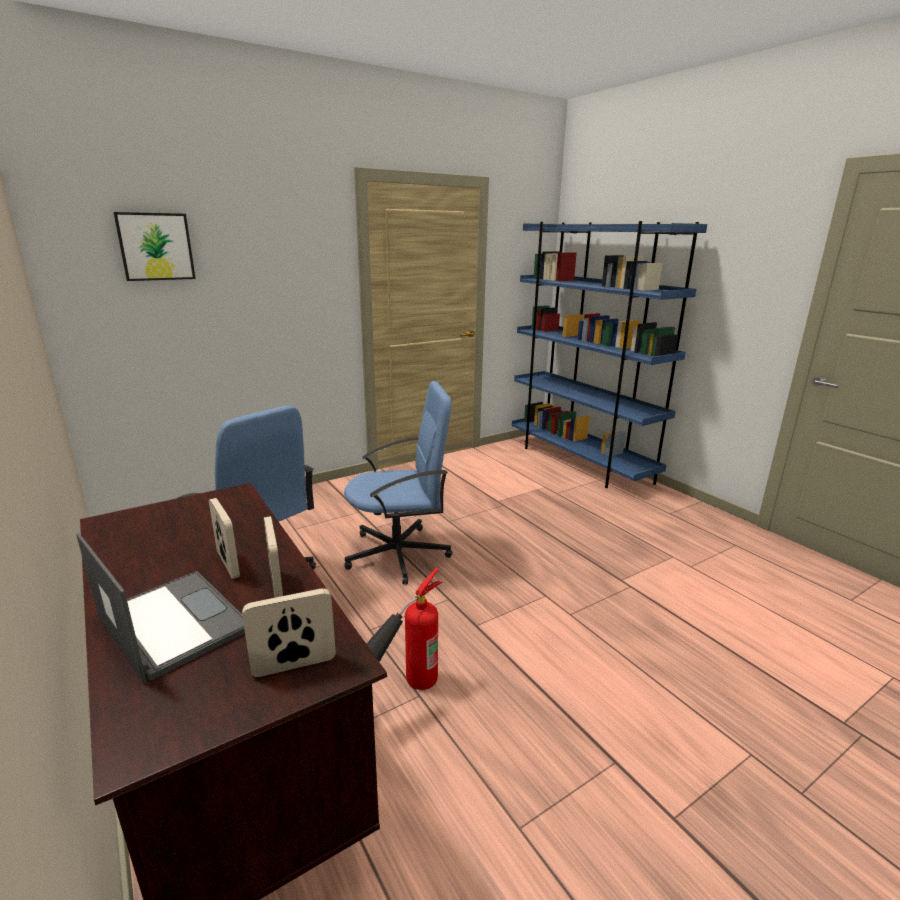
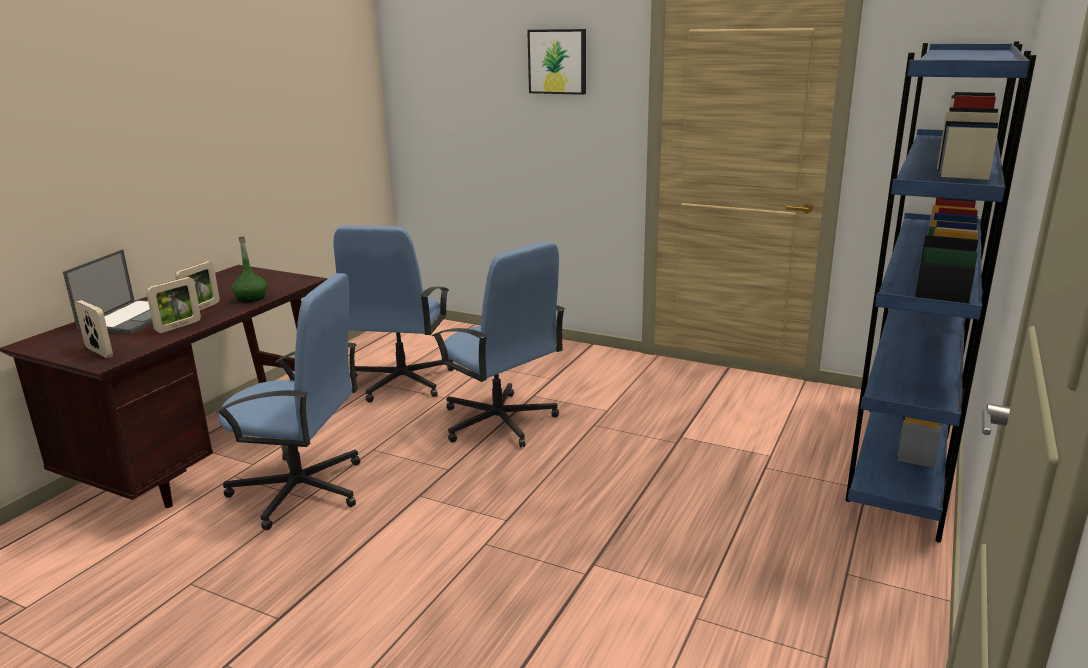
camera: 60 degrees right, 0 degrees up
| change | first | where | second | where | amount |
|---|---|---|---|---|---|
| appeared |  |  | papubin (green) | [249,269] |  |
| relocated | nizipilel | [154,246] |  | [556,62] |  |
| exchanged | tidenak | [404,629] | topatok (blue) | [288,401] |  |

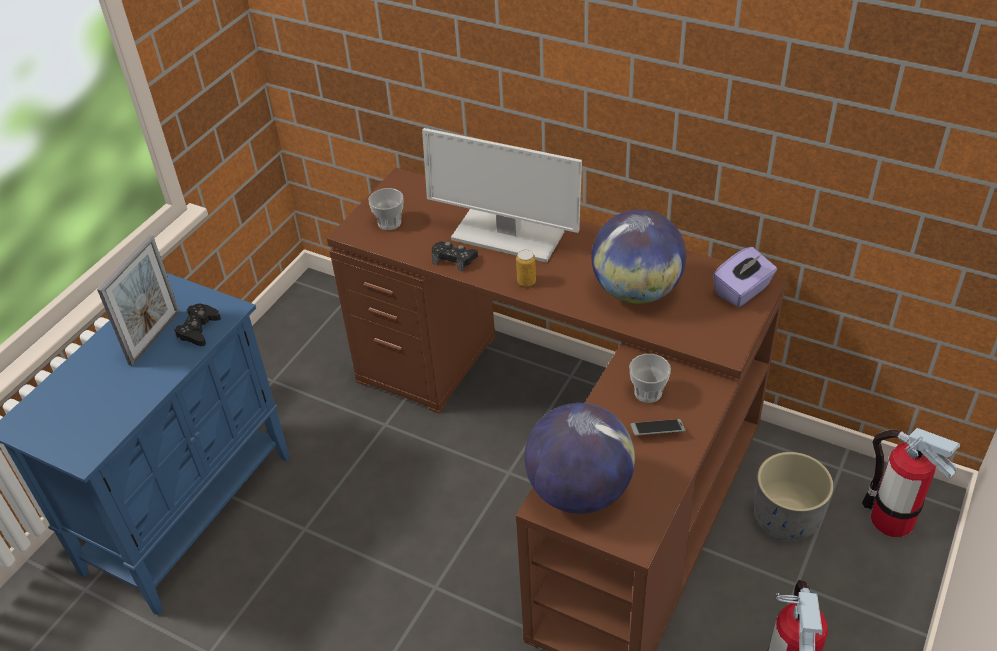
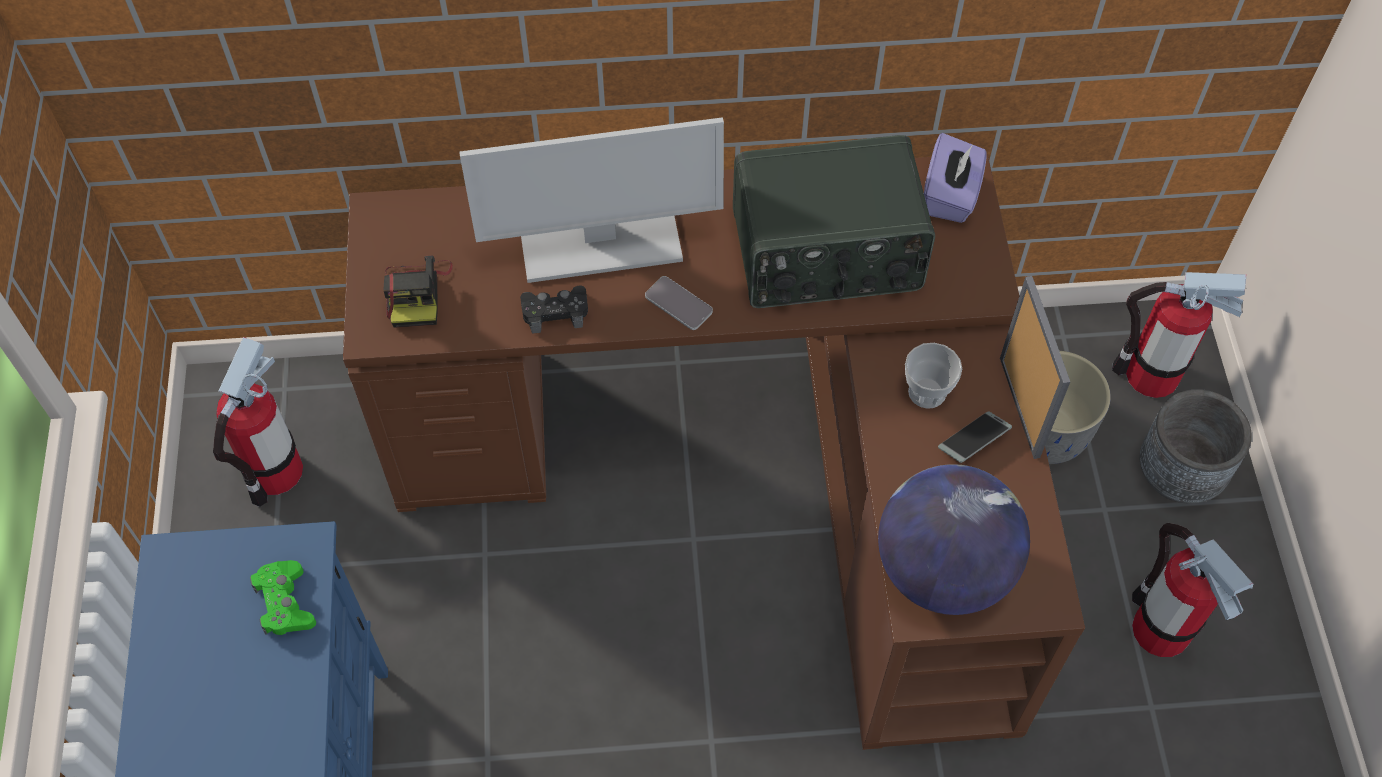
camera: 35 degrees left, 15 degrees up
| change | first | where | second | where | amount |
|---|---|---|---|---|---|
| appeared |  |  | tidenak | [258,422] |  |
| appeared |  |  | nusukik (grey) | [1196,446] |  |
| relocated | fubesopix | [138,300] |  | [1035,367] |  |
| exchanged | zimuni | [386,209] | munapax | [418,292] |  |
| exchanged | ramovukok | [526,268] | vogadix | [679,303] |  |
| exchanged | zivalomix | [638,257] | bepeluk | [834,221] |  |
| colour | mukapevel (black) | [197,325] | mukapevel (green) | [283,597] |  |

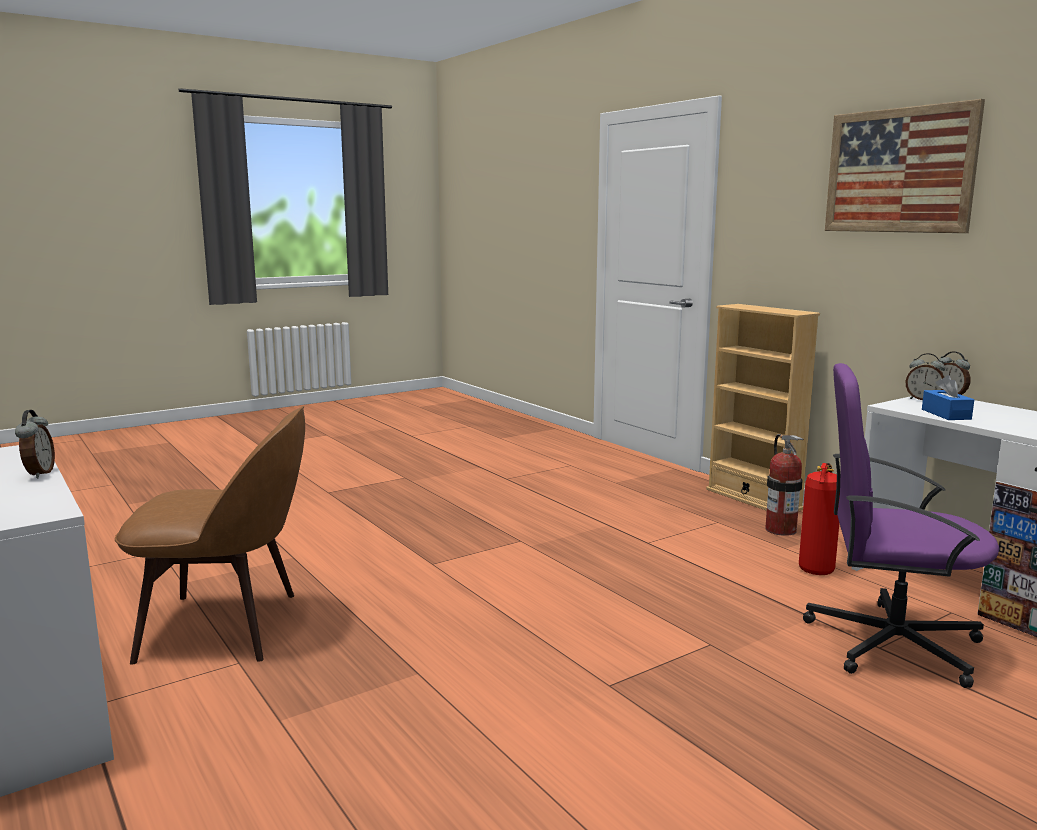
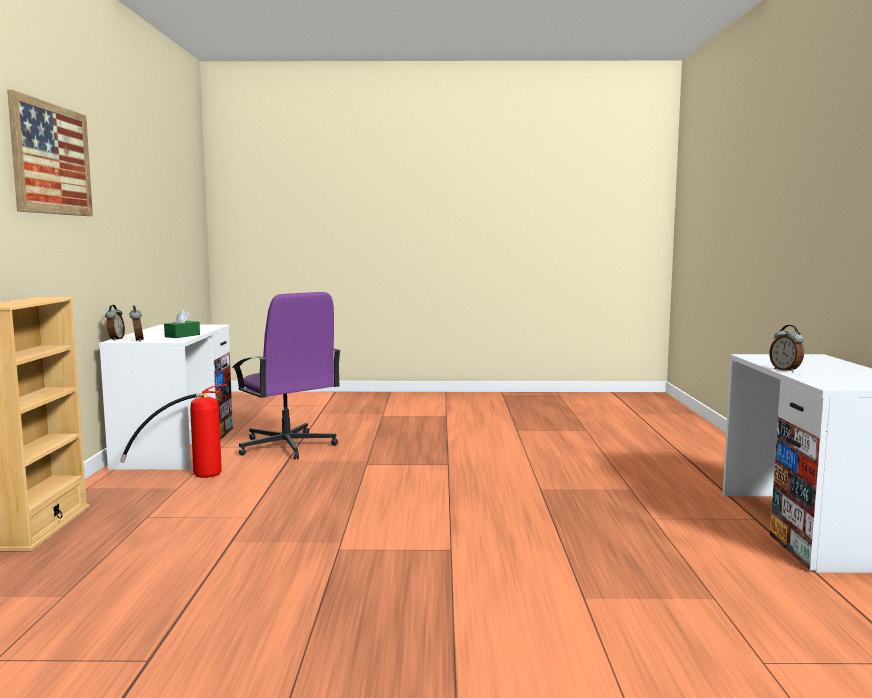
camera: 145 degrees left, 5 degrees down
| change | first | where | second | where | amount |
|---|---|---|---|---|---|
| missing | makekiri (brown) | [210,535] |  |  |  |
| missing | tidenak | [784,485] |  |  |  |
| colour | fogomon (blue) | [948,397] | fogomon (green) | [182,324] |  |
| spun | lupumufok | [35,444] |  | [786,348] | 45 degrees counterclockwise |

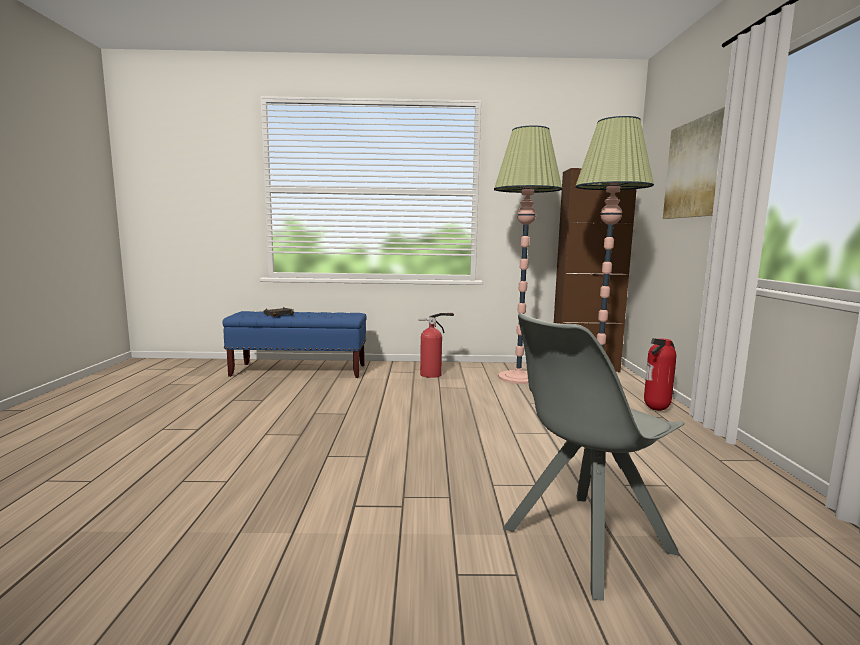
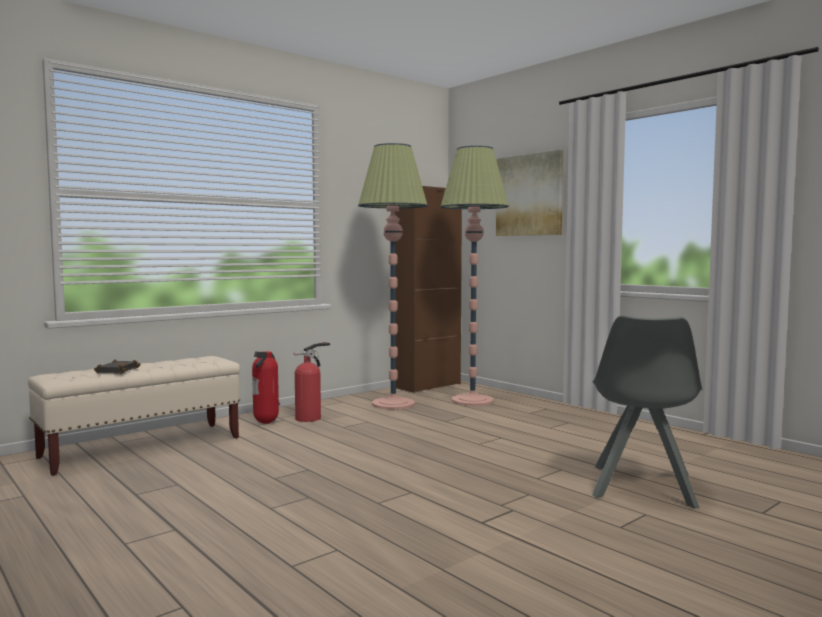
camera: 40 degrees left, 5 degrees down
| change | first | where | second | where | amount |
|---|---|---|---|---|---|
| relocated | tidenak | [660,374] |  | [266,387] |  |
| colour | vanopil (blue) | [294,344] | vanopil (beige) | [134,416] |  |

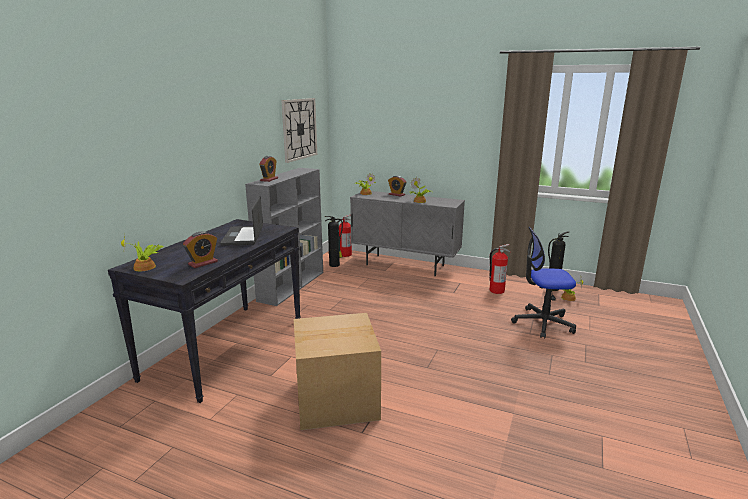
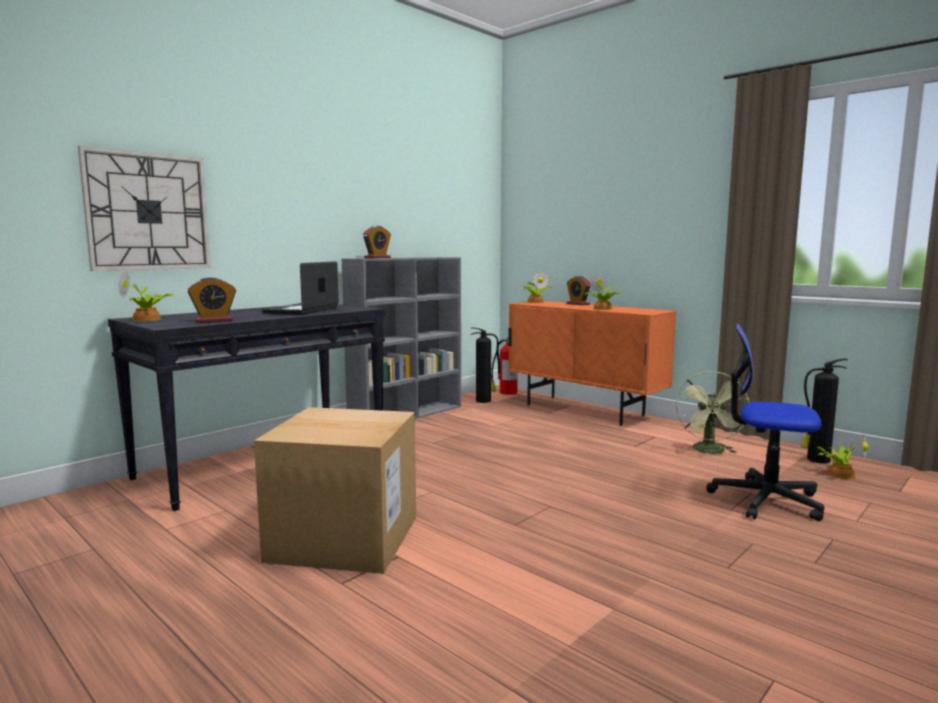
camera: 20 degrees right, 10 degrees down
| change | first | where | second | where | amount |
|---|---|---|---|---|---|
| relocated | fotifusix | [299,130] |  | [144,208] |  |
| exchanged | tidenak | [499,269] | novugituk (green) | [712,412] |  |
| colour | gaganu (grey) | [407,233] | gaganu (orange) | [592,363] |  |

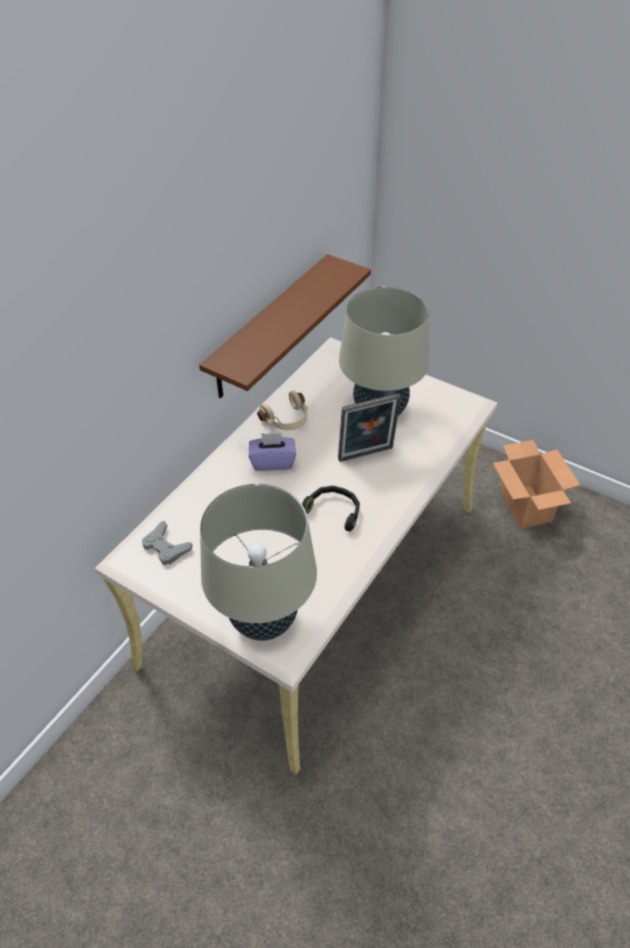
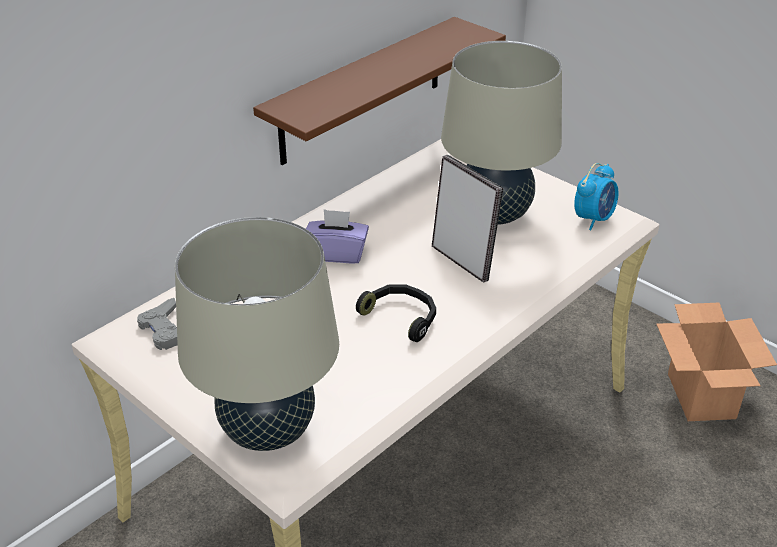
camera: 10 degrees right, 10 degrees down
| change | first | where | second | where | amount |
|---|---|---|---|---|---|
| missing | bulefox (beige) | [282,410] |  |  |  |
| appeared |  |  | lupumufok | [596,196] |  |
| spun | fubesopix | [369,427] |  | [468,219] | 120 degrees counterclockwise |

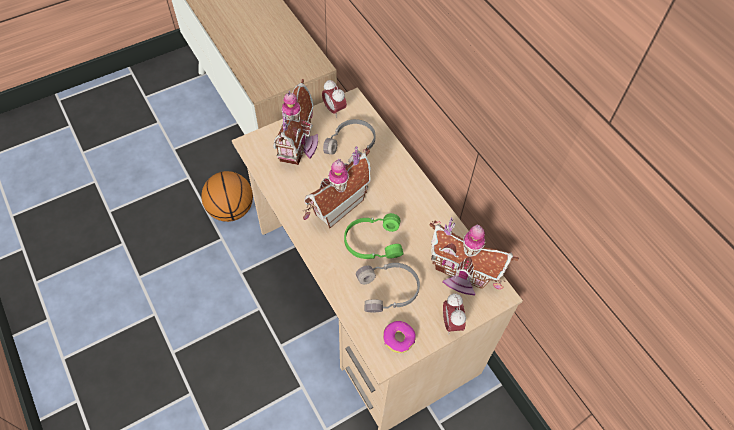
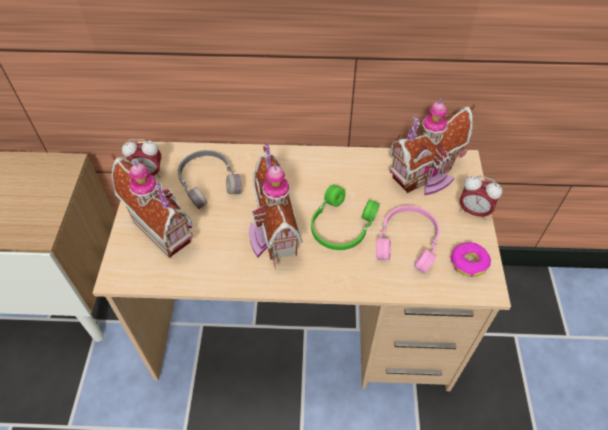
camera: 55 degrees left, 5 degrees down
| change | first | where | second | where | amount |
|---|---|---|---|---|---|
| missing | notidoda | [227,196] |  |  |  |
| colour | bulefox (grey) | [388,287] | bulefox (pink) | [408,240] |  |

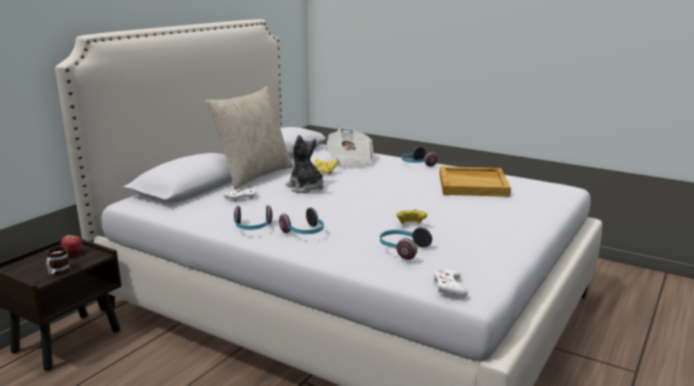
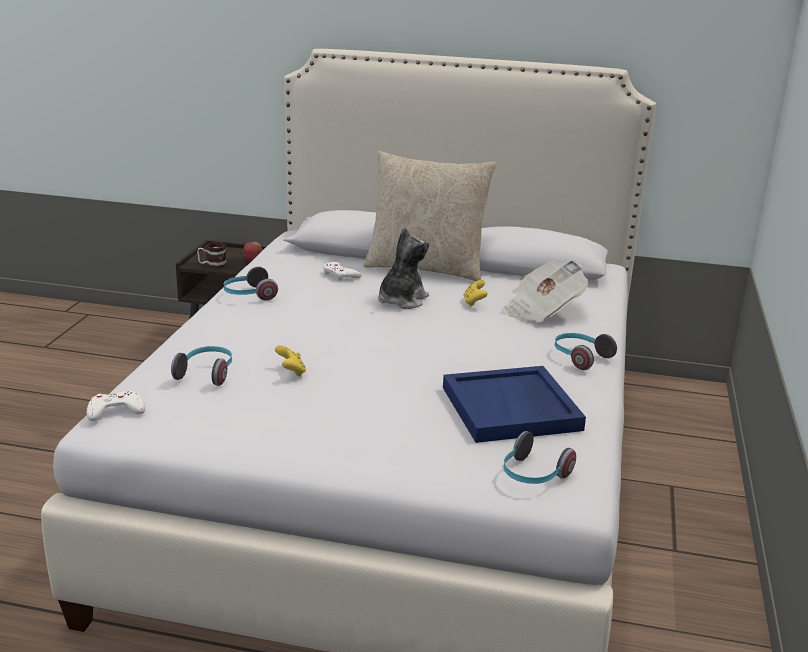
camera: 70 degrees right, 5 degrees up
| change | first | where | second | where | amount |
|---|---|---|---|---|---|
| relocated | bulefox | [301,221] |  | [539,457] |  |
| colour | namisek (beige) | [475,182] | namisek (blue) | [514,404] |  |

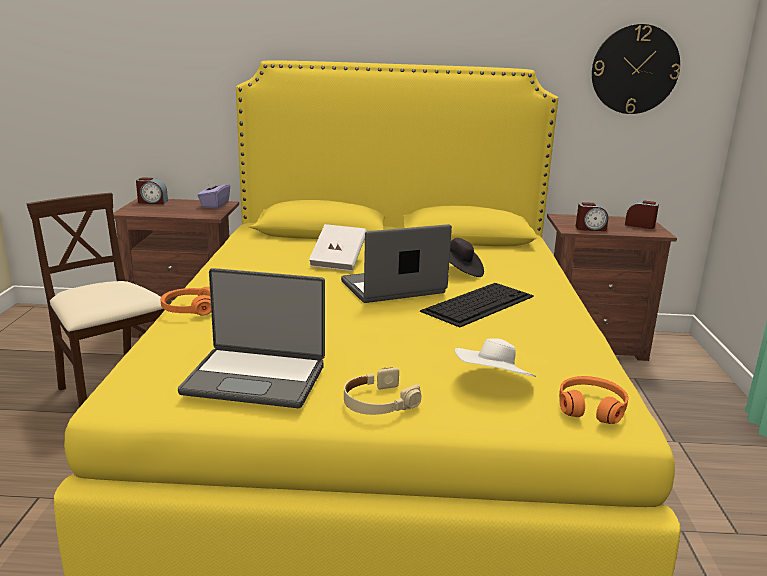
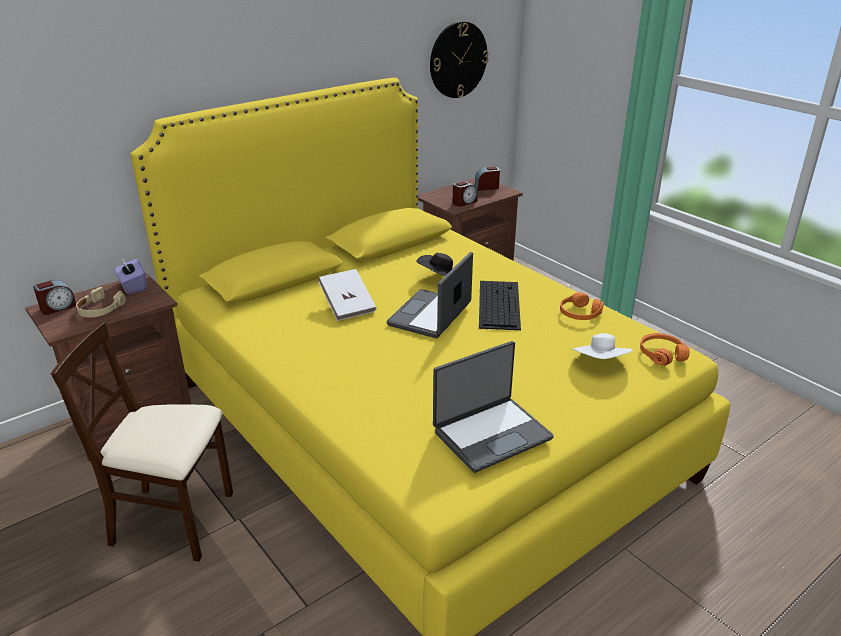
camera: 40 degrees left, 10 degrees up
| change | first | where | second | where | amount |
|---|---|---|---|---|---|
| relocated | bulefox (orange) | [185,300] |  | [582,306] |  |
| relocated | bulefox (beige) | [382,391] |  | [101,302] |  |

